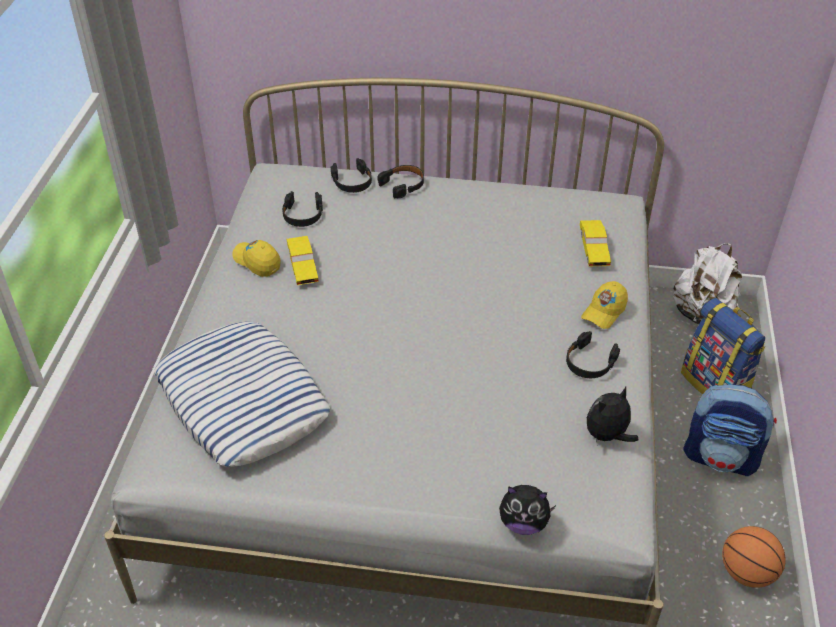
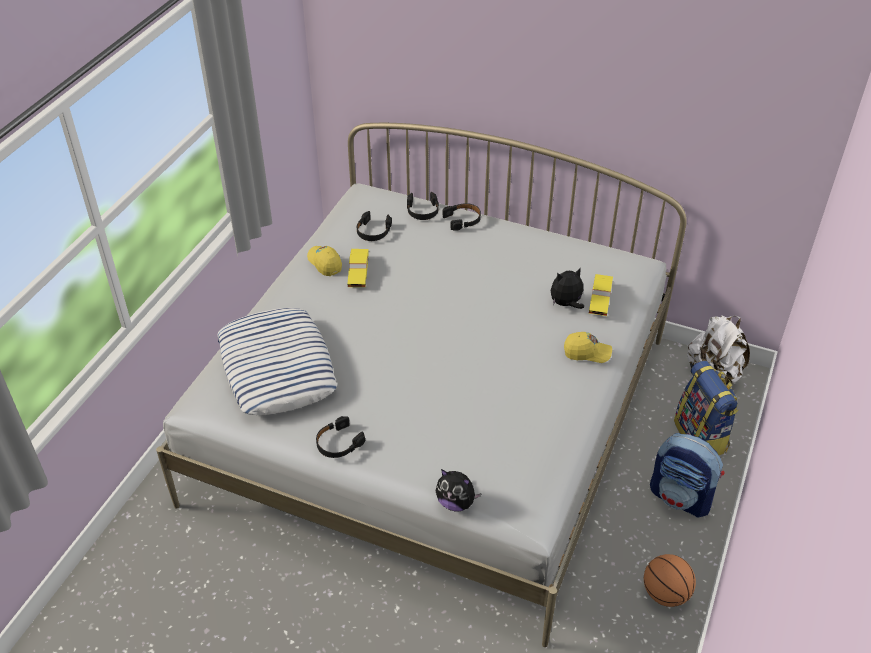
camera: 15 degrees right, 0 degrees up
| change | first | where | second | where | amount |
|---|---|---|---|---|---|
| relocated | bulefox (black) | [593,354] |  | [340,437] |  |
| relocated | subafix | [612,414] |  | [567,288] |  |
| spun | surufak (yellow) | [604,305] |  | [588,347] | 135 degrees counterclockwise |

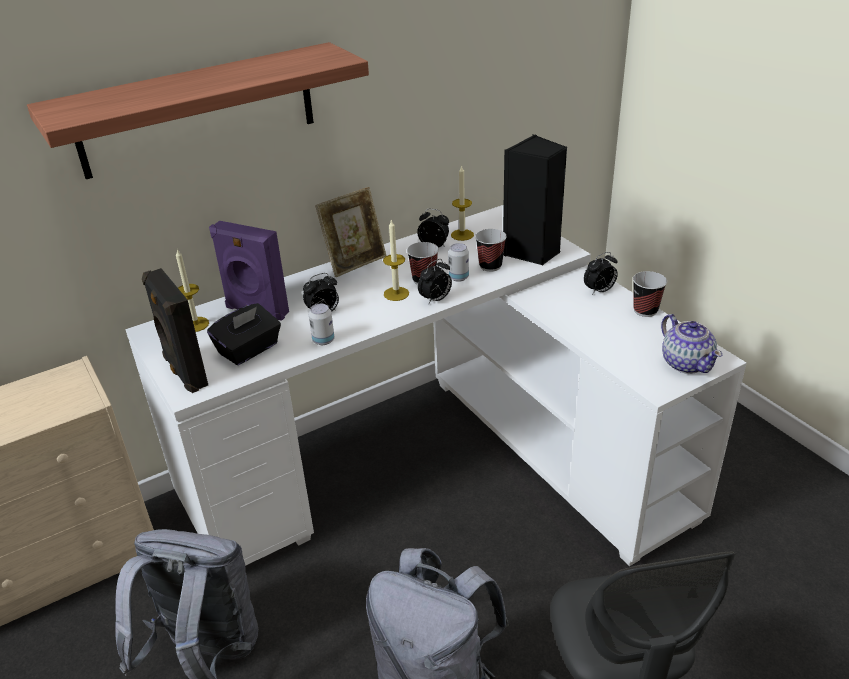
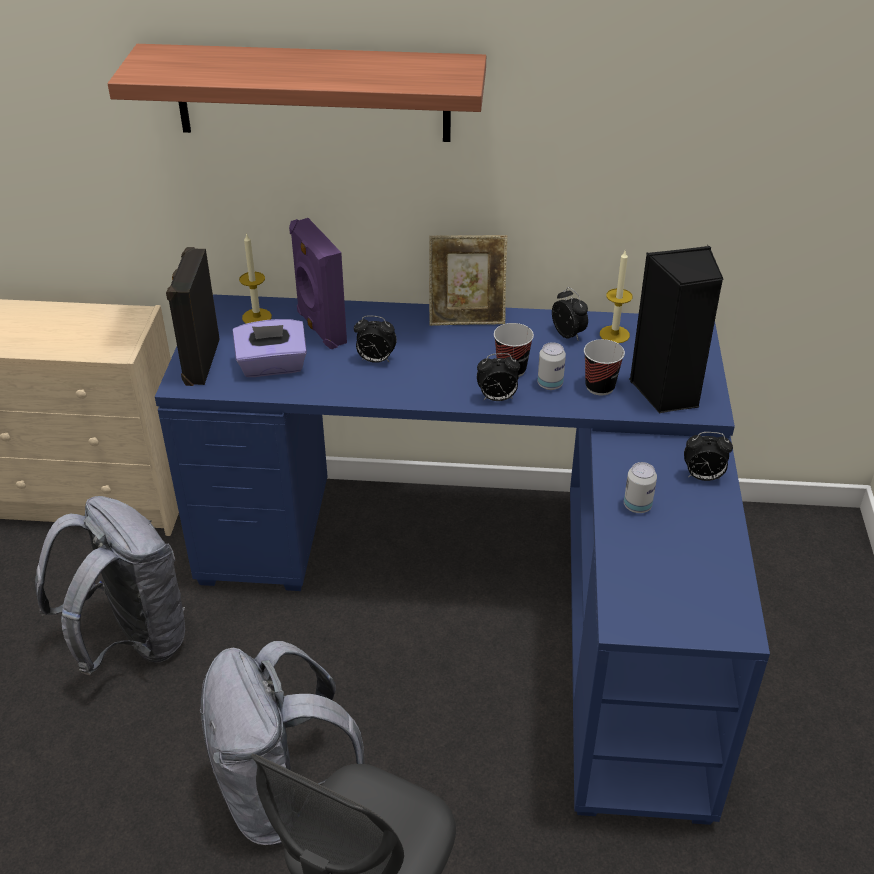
camera: 35 degrees right, 5 degrees up
| change | first | where | second | where | amount |
|---|---|---|---|---|---|
| missing | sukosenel | [396,260] |  |  |  |
| missing | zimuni | [650,294] |  |  |  |
| missing | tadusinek | [691,344] |  |  |  |
| relocated | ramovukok | [322,324] |  | [640,487] |  |
| colour | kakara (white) | [436,385] | kakara (blue) | [462,559] |  |
| colour | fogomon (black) | [244,334] | fogomon (purple) | [270,348] |  |

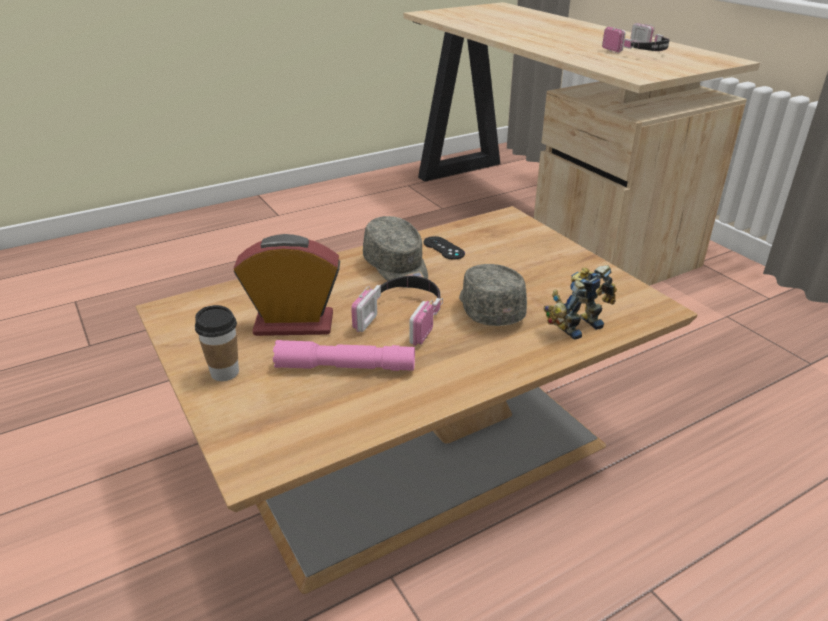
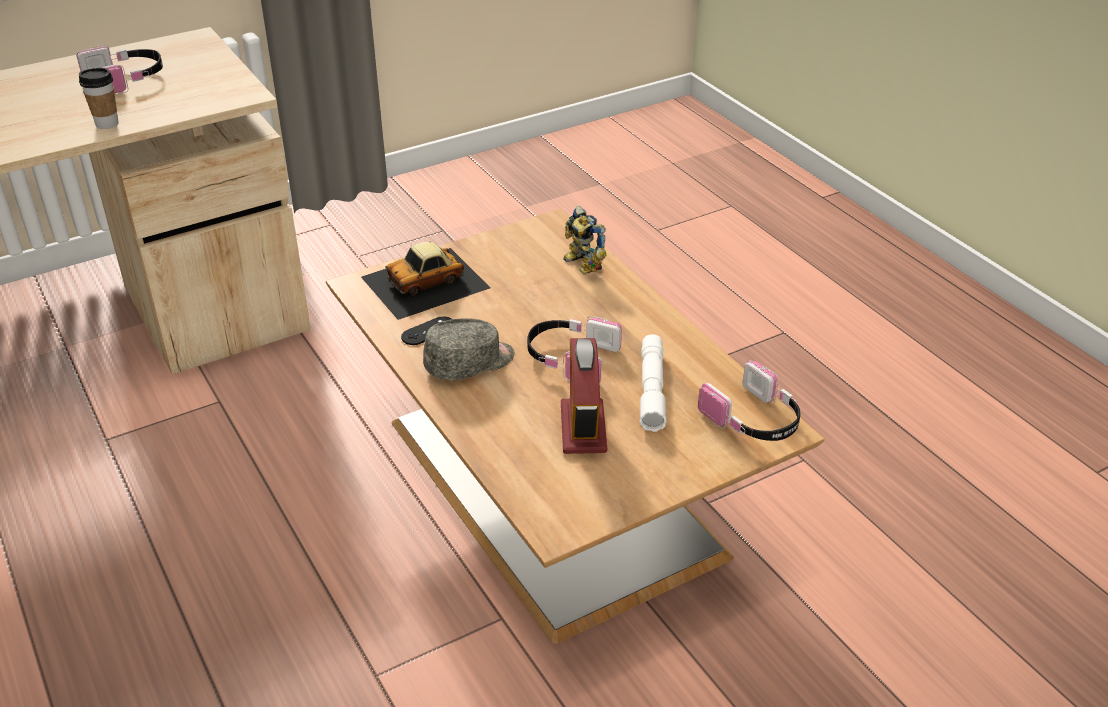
camera: 90 degrees left, 5 degrees up
| change | first | where | second | where | amount |
|---|---|---|---|---|---|
| missing | surufak (grey) | [493,295] |  |  |  |
| appeared |  |  | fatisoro | [425,280] |  |
| appeared |  |  | bulefox | [749,400] |  |
| relocated | zimuni | [217,343] |  | [99,98] |  |
| colour | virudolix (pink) | [344,355] | virudolix (white) | [653,383] |  |

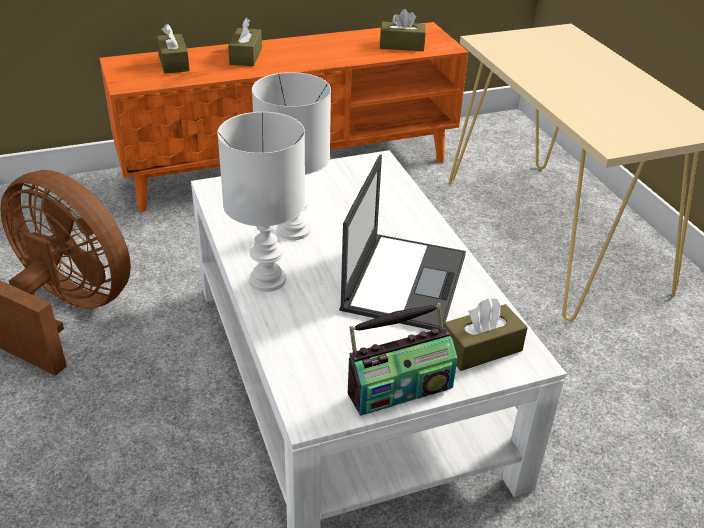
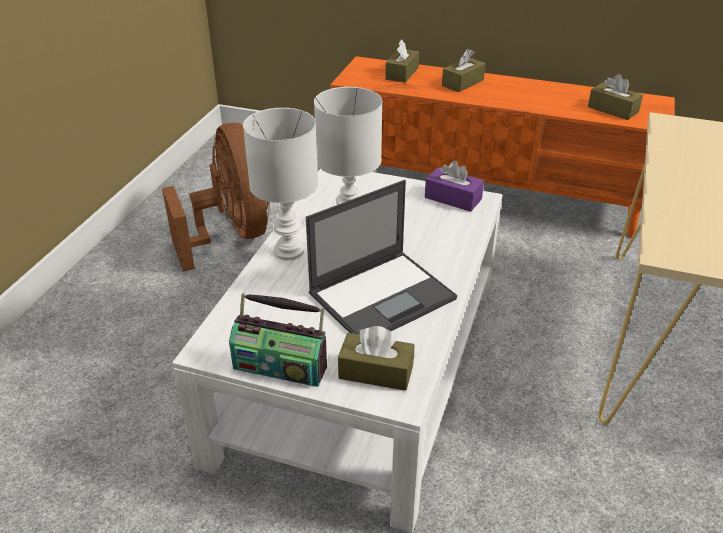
camera: 40 degrees right, 0 degrees up
| change | first | where | second | where | amount |
|---|---|---|---|---|---|
| appeared |  |  | fogomon (purple) | [454,186] |  |

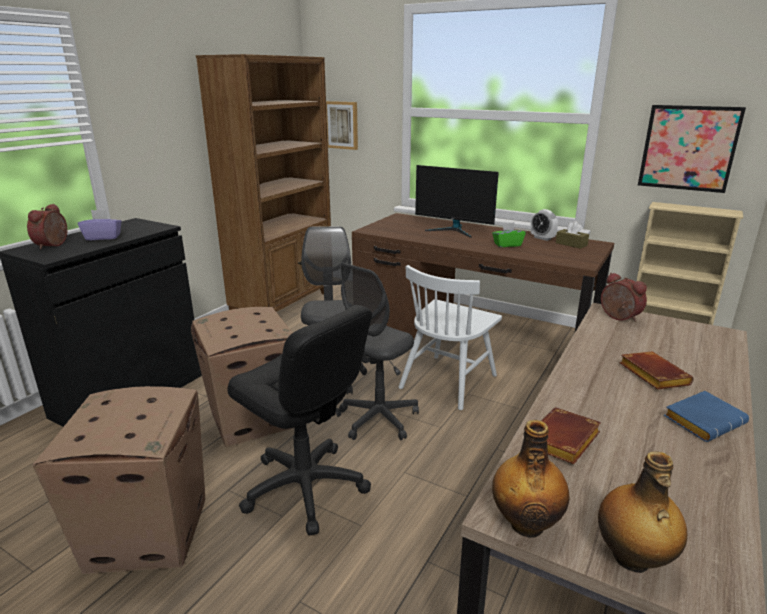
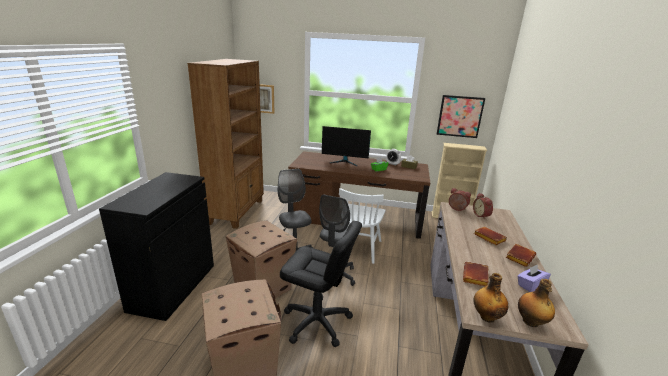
camera: 20 degrees left, 0 degrees up
| change | first | where | second | where | amount |
|---|---|---|---|---|---|
| relocated | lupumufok | [47,227] |  | [483,206] |  |
| relocated | fogomon (purple) | [100,224] |  | [534,278] |  |
| colour | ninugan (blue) | [706,416] | ninugan (brown) | [521,255] |  |

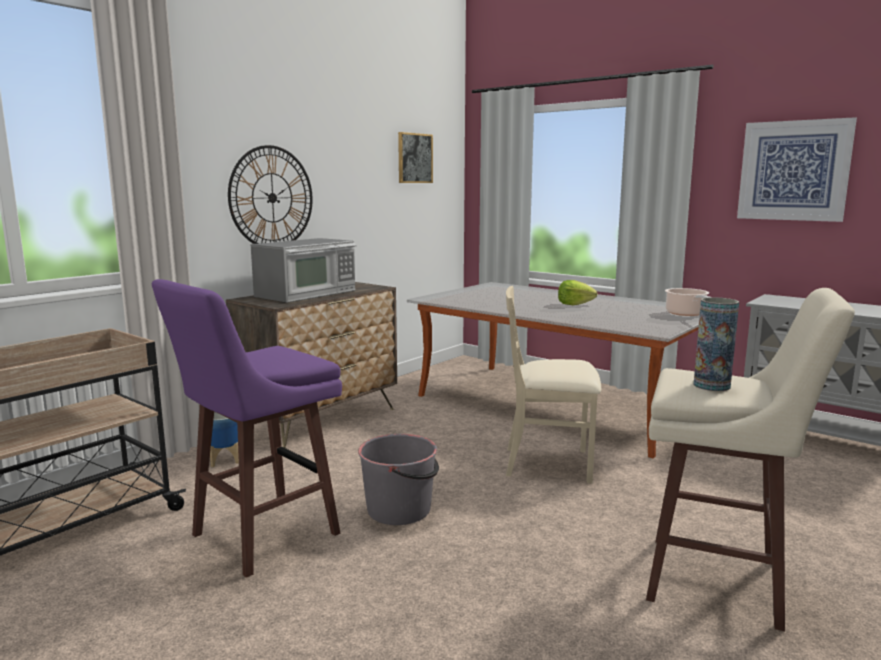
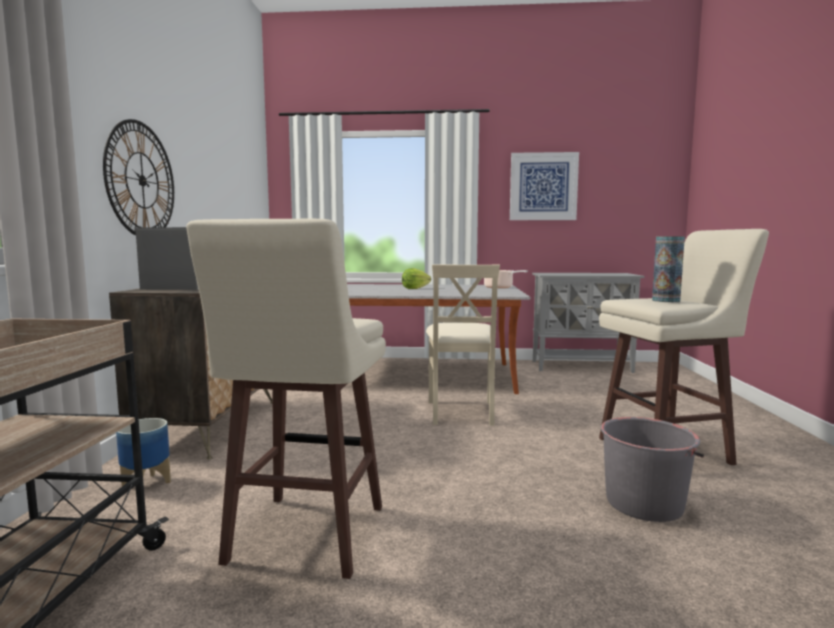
camera: 35 degrees left, 5 degrees down
| change | first | where | second | where | amount |
|---|---|---|---|---|---|
| missing | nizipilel | [415,157] |  |  |  |
| relocated | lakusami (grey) | [398,479] |  | [652,469] |  |
| colour | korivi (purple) | [247,428] | korivi (beige) | [286,399] |  |
| spun | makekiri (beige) | [553,384] |  | [463,344] | 60 degrees counterclockwise |

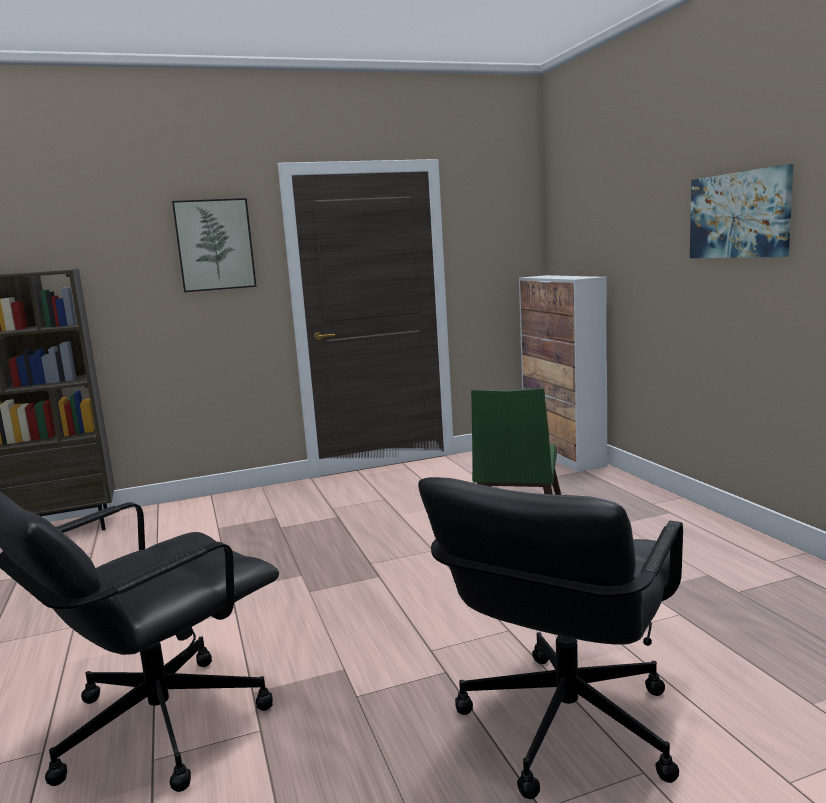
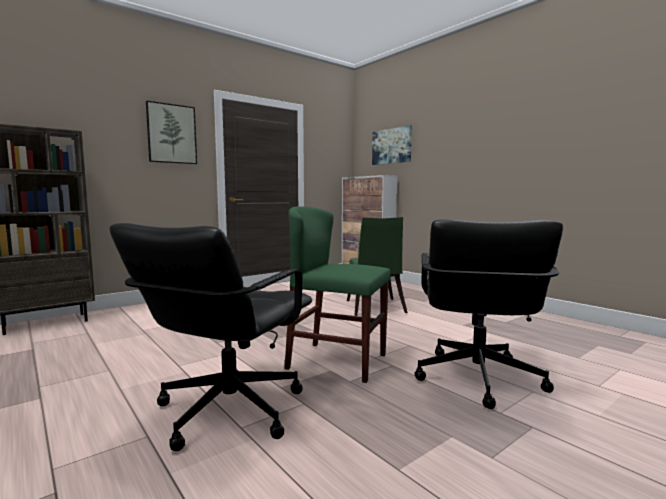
camera: 20 degrees left, 5 degrees down
| change | first | where | second | where | amount |
|---|---|---|---|---|---|
| appeared |  |  | makekiri (green) | [337,294] |  |
| relocated | nizipilel | [742,211] |  | [392,145] |  |

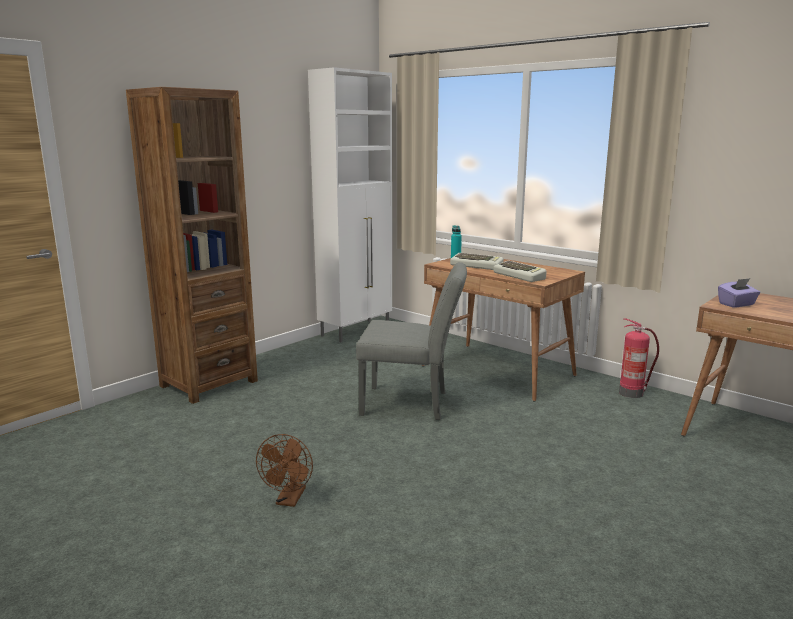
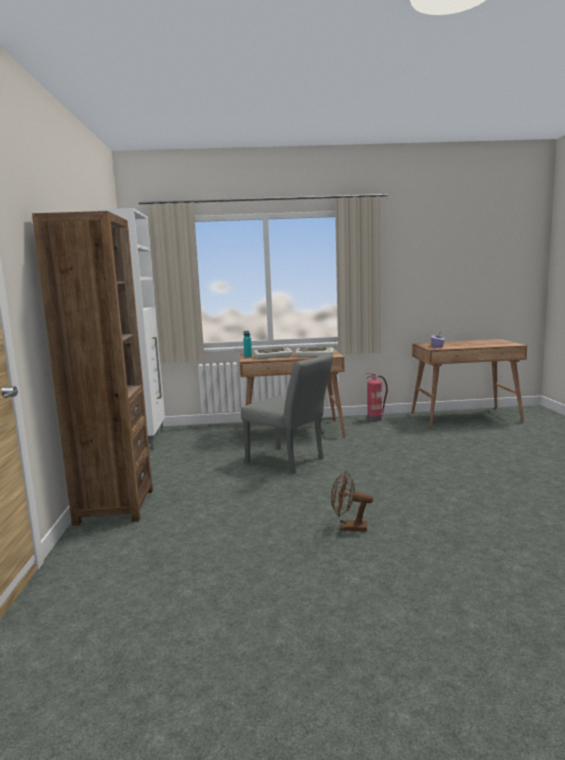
camera: 45 degrees left, 5 degrees down
| change | first | where | second | where | amount |
|---|---|---|---|---|---|
| spun | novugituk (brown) | [284,470] |  | [352,501] | 135 degrees clockwise |
| spun | makekiri (grey) | [411,341] |  | [287,414] | 75 degrees clockwise |

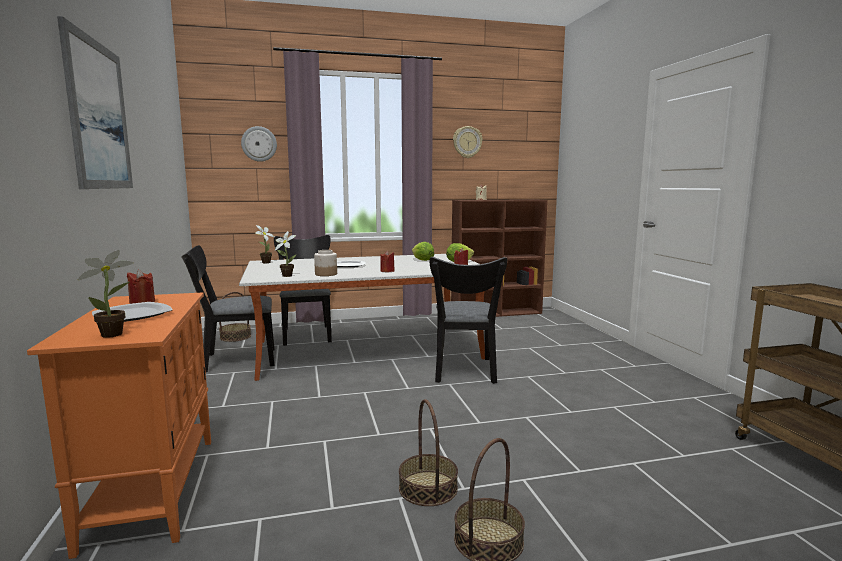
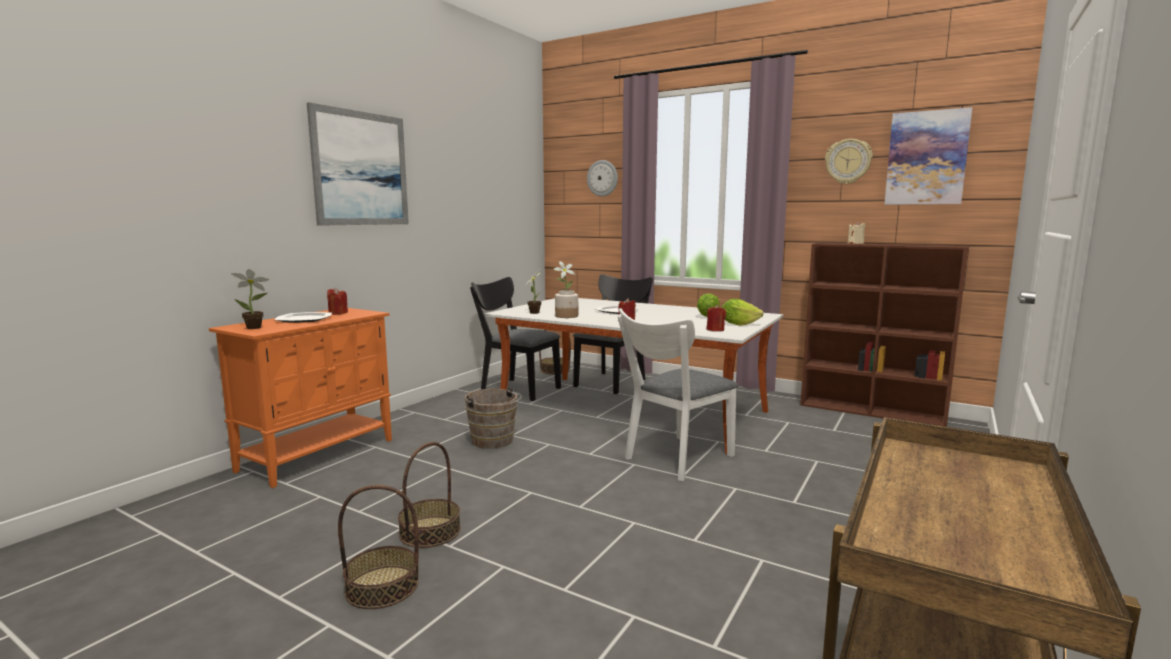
camera: 45 degrees right, 0 degrees up
| change | first | where | second | where | amount |
|---|---|---|---|---|---|
| appeared |  |  | lakusami (brown) | [493,418] |  |
| appeared |  |  | nizipilel | [928,156] |  |
| colour | makekiri (black) | [468,320] | makekiri (white) | [678,394] |  |

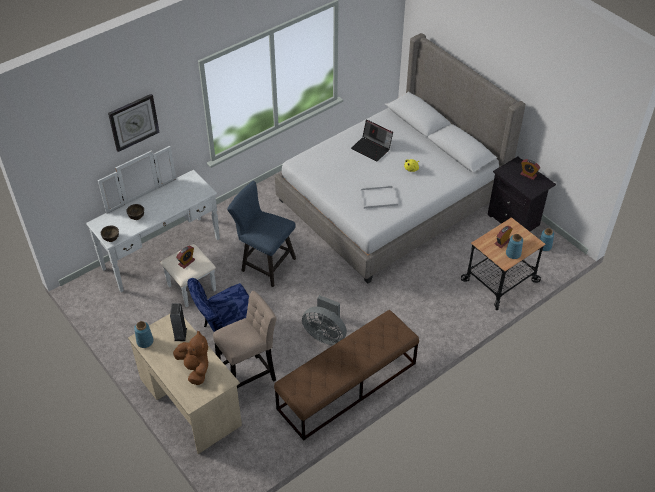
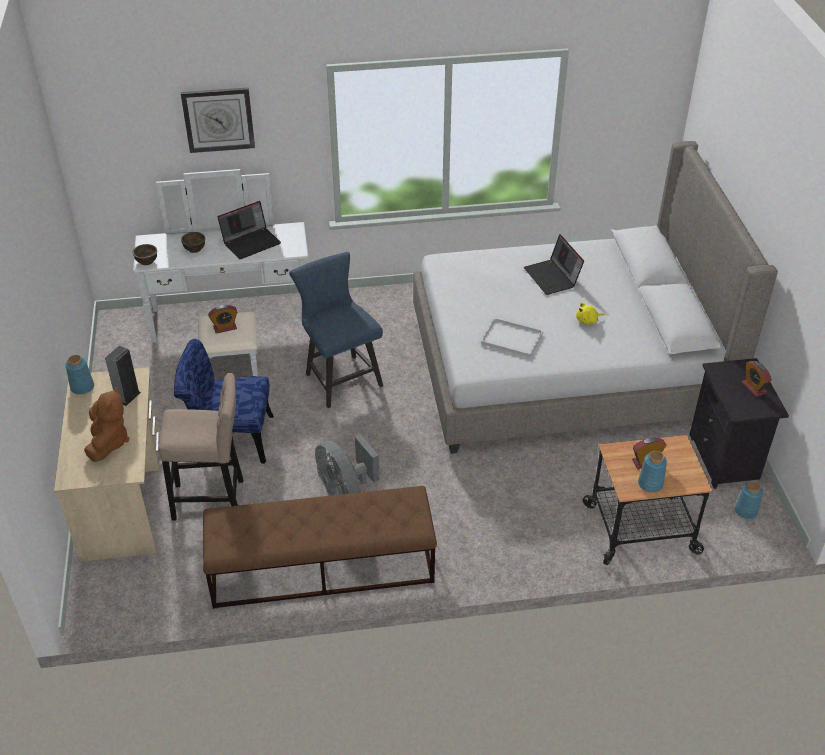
camera: 30 degrees right, 5 degrees down
| change | first | where | second | where | amount |
|---|---|---|---|---|---|
| appeared |  |  | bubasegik | [249,230] |  |

